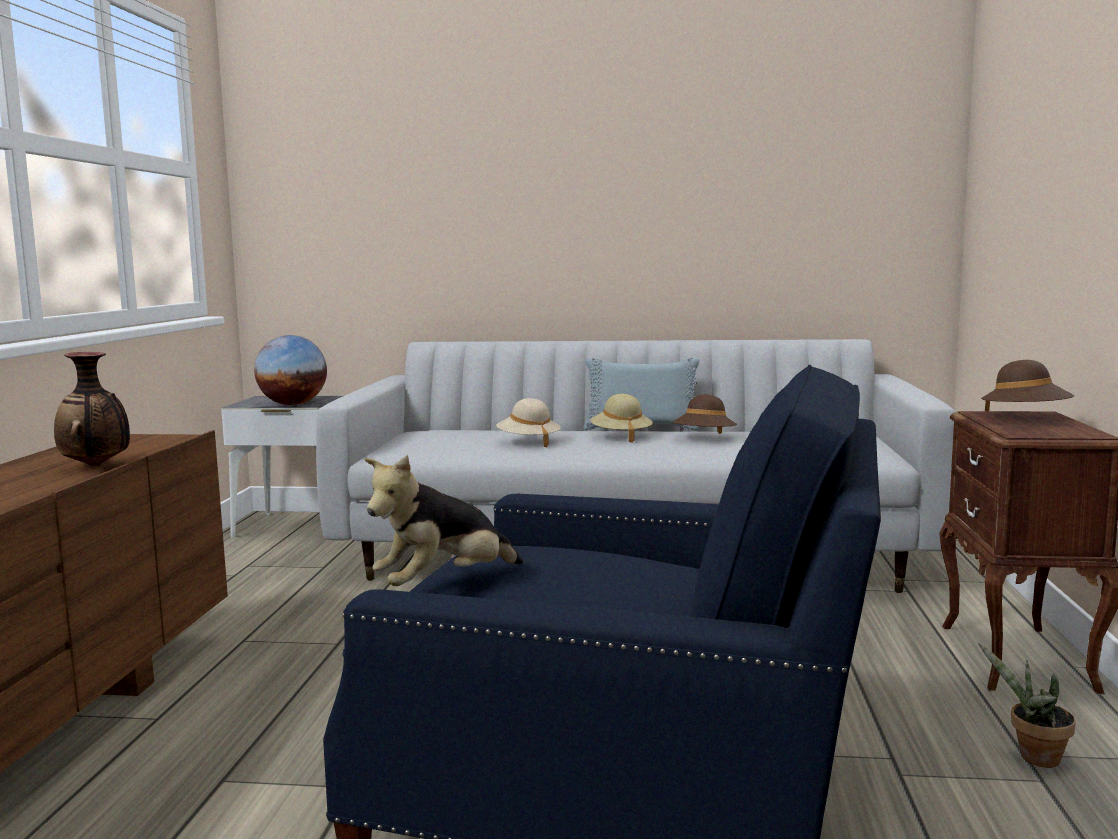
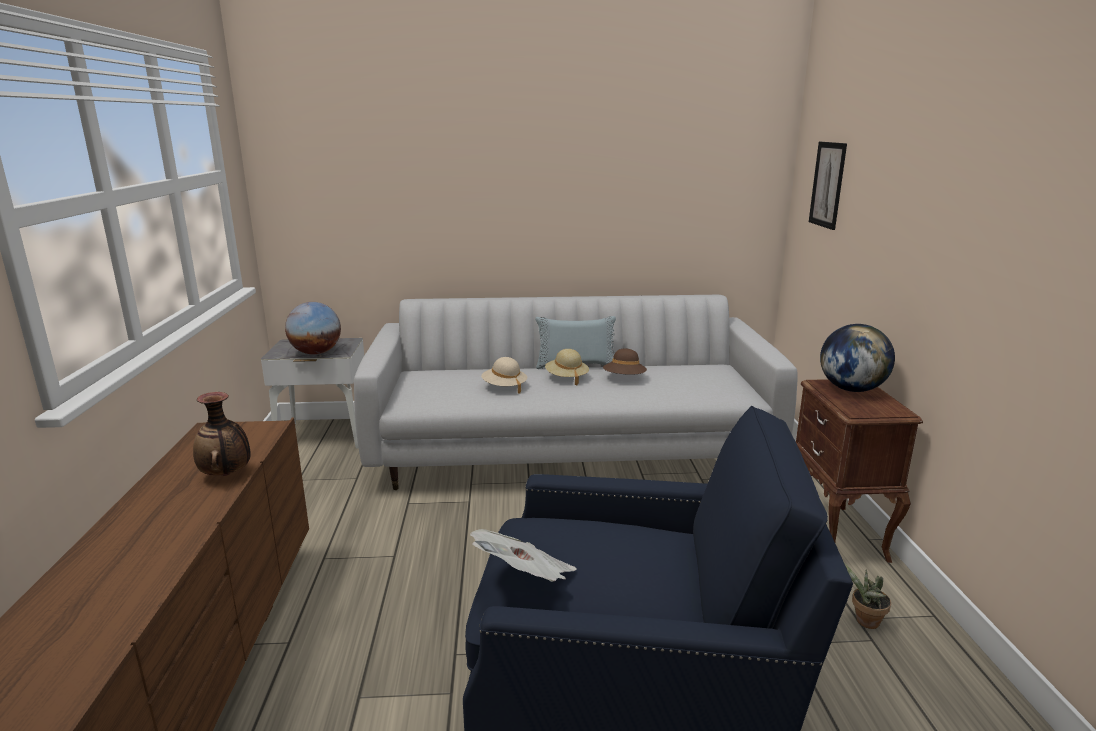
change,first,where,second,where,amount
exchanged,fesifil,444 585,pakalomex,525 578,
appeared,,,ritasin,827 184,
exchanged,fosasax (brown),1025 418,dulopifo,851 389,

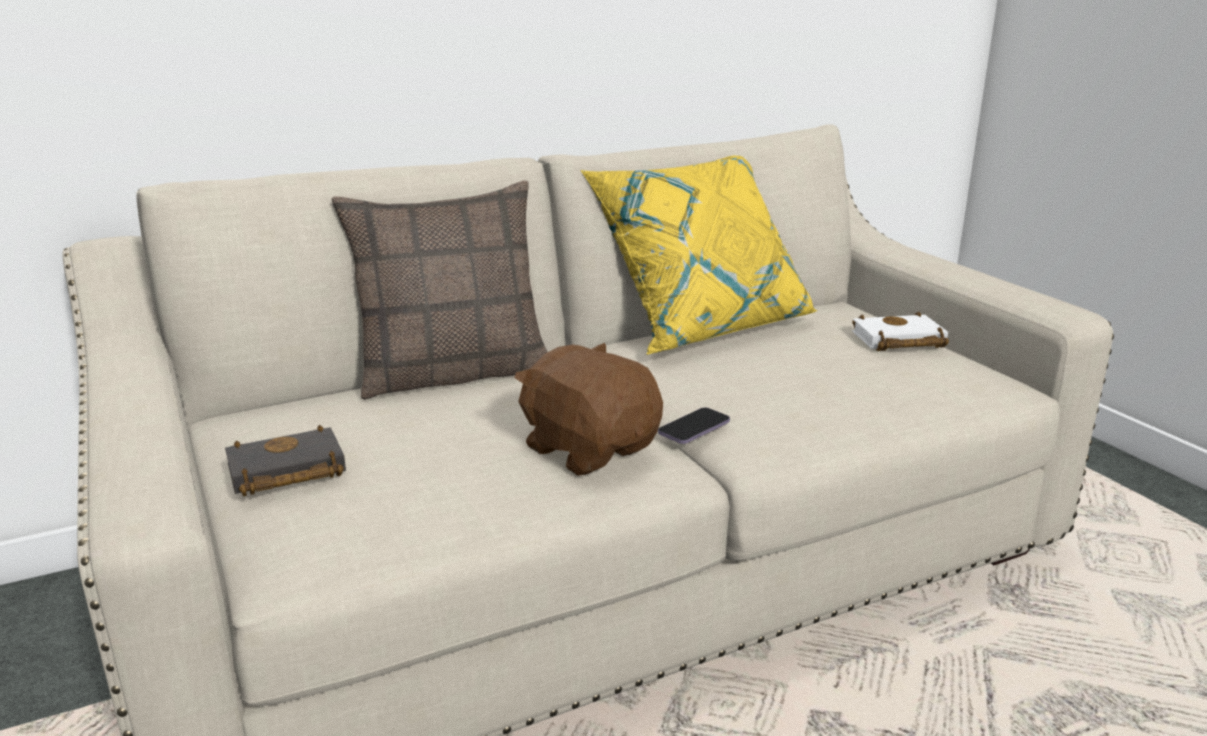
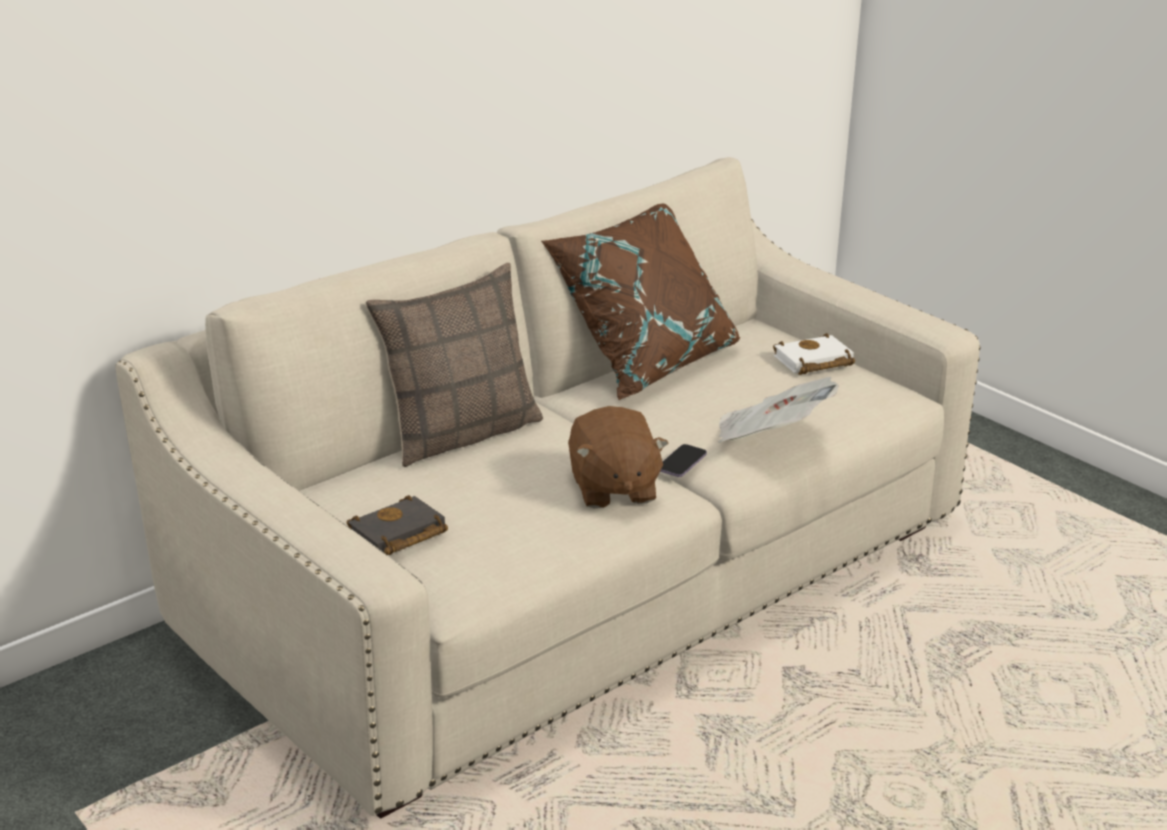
change,first,where,second,where,amount
colour,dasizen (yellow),702 326,dasizen (brown),645 362,
spun,fesifil (brown),589 449,,612 489,135 degrees counterclockwise
appeared,,,pakalomex,770 438,

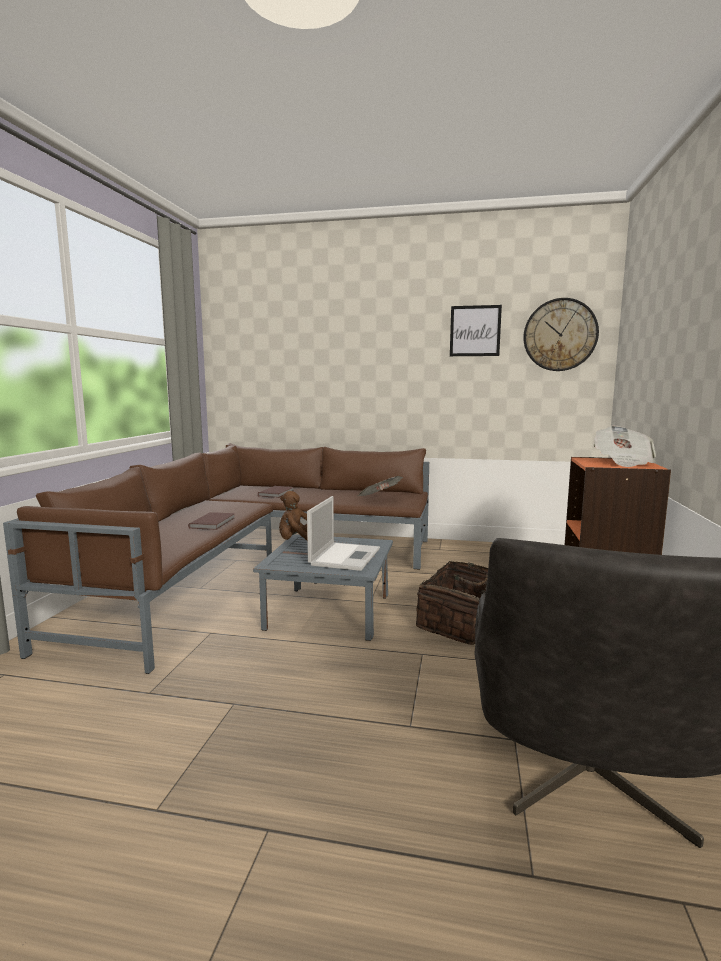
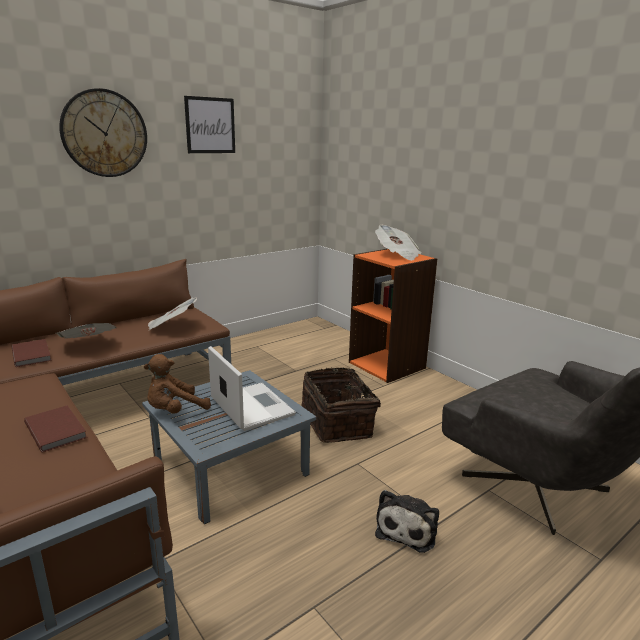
change,first,where,second,where,amount
appeared,,,pakalomex,89 345,
relocated,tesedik,560 335,,104 133,
appeared,,,fesifil,407 528,

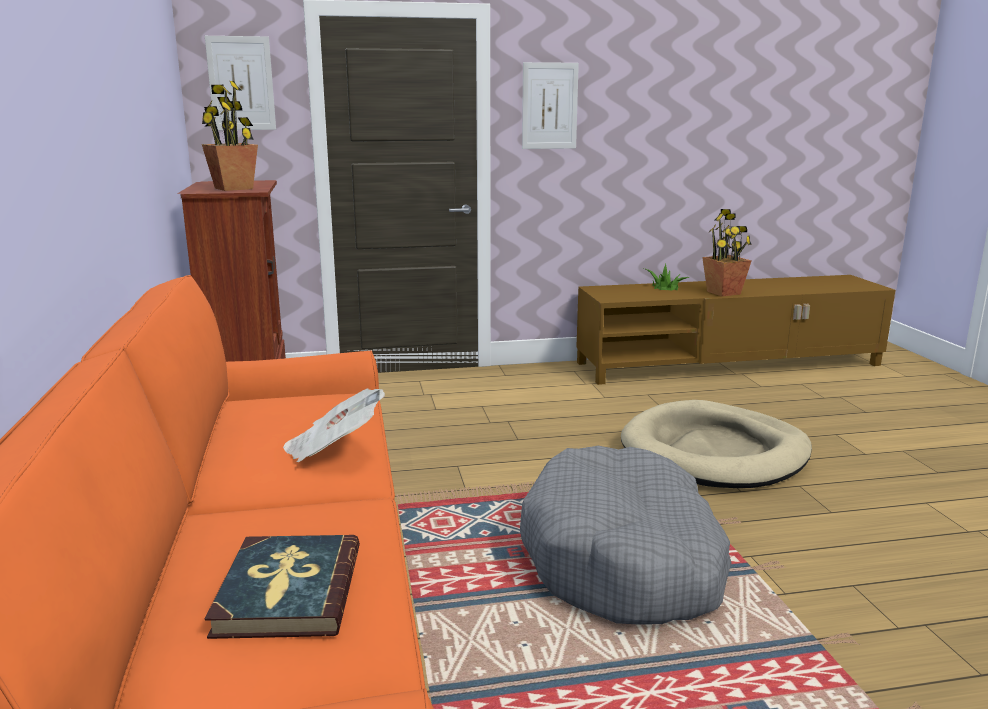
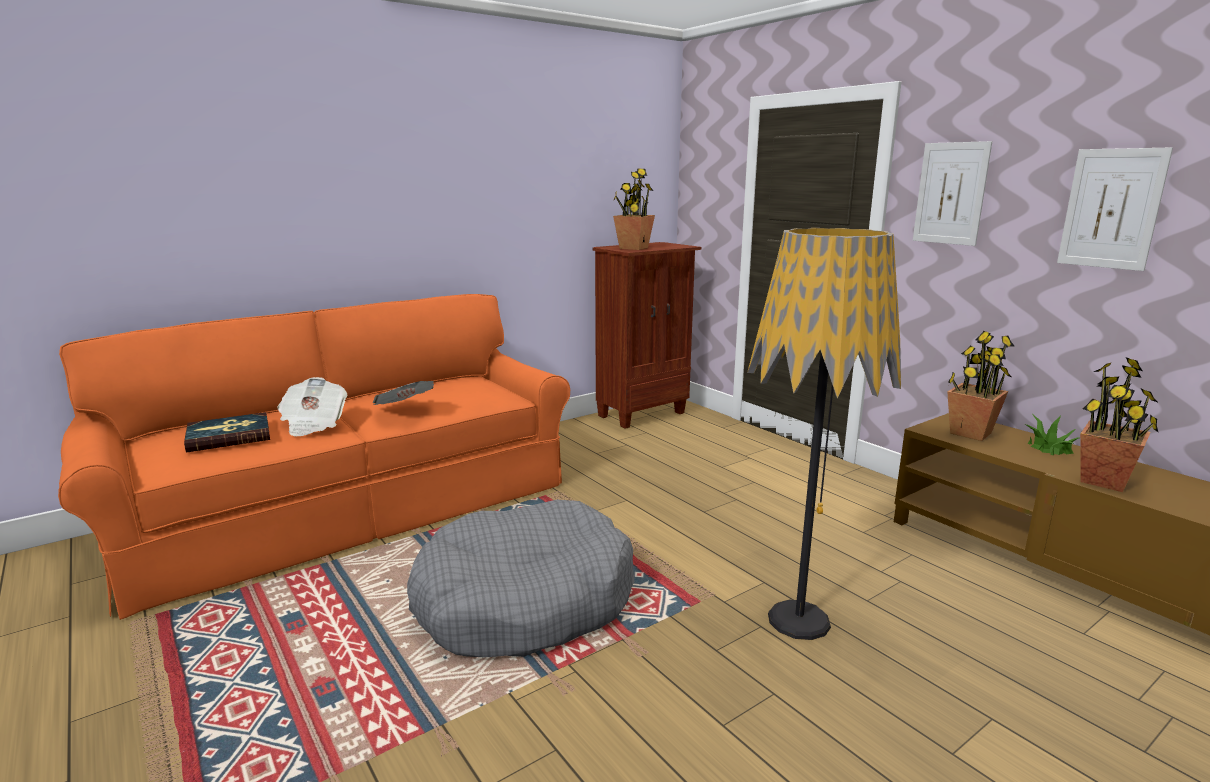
change,first,where,second,where,amount
appeared,,,pakalomex,313 424,
exchanged,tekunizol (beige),714 452,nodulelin,799 620,
appeared,,,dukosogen,970 433,
relocated,ritasin,241 83,,1111 209,

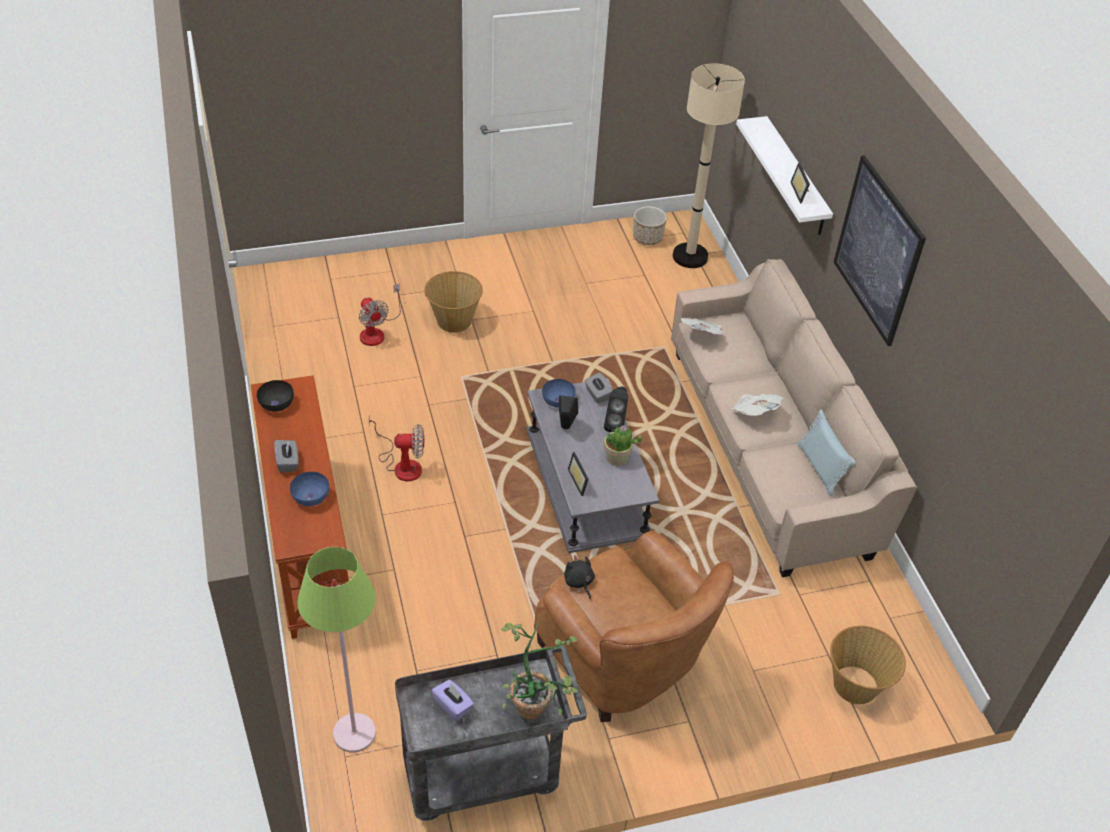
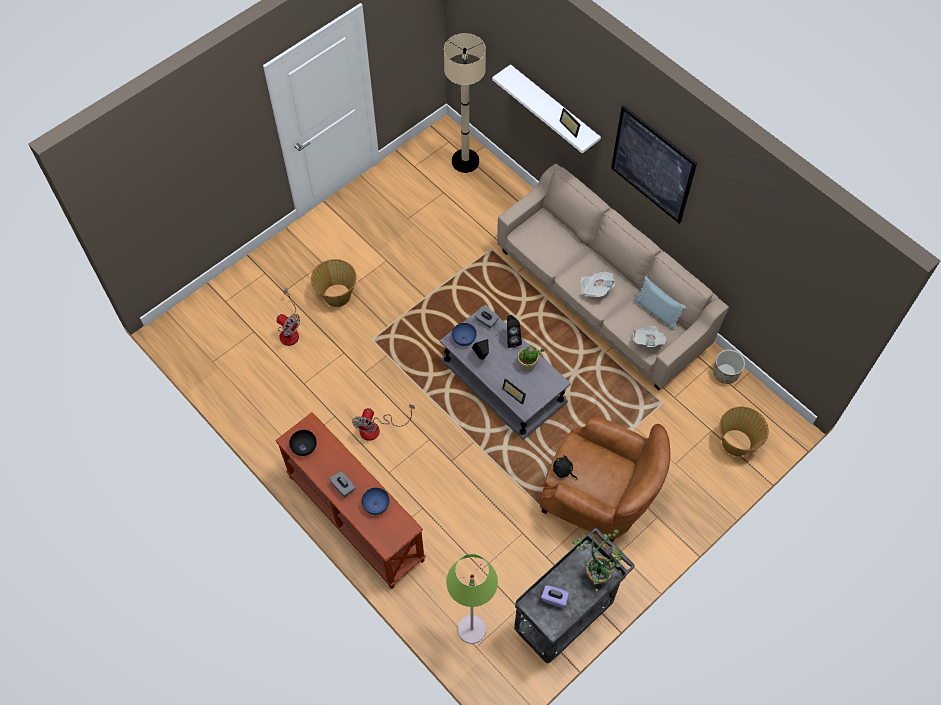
change,first,where,second,where,amount
spun,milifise,402 464,,377 428,135 degrees clockwise
relocated,pakalomex,702 335,,648 340,
relocated,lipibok,647 238,,725 373,

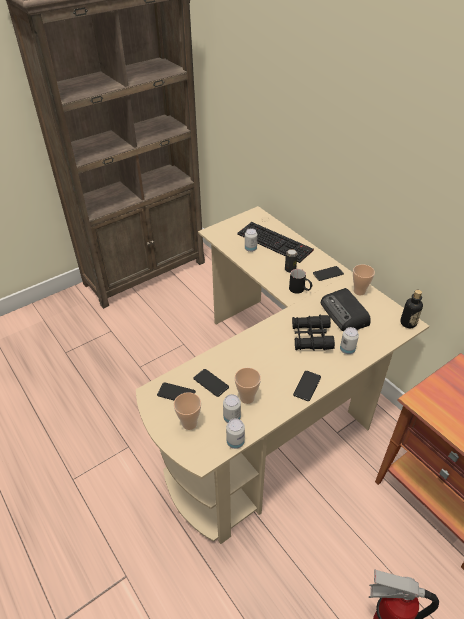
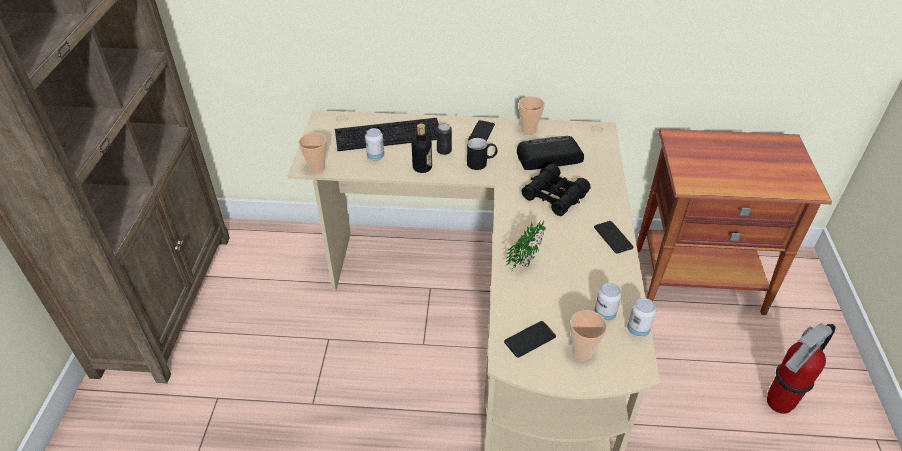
change,first,where,second,where,amount
relocated,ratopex,247 398,,317 168,
relocated,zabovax,408 323,,422 167,
appeared,,,dukosogen,527 260,
spun,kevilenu,345 314,,547 157,150 degrees clockwise
missing,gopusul,211 383,,,
missing,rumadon,347 350,,,

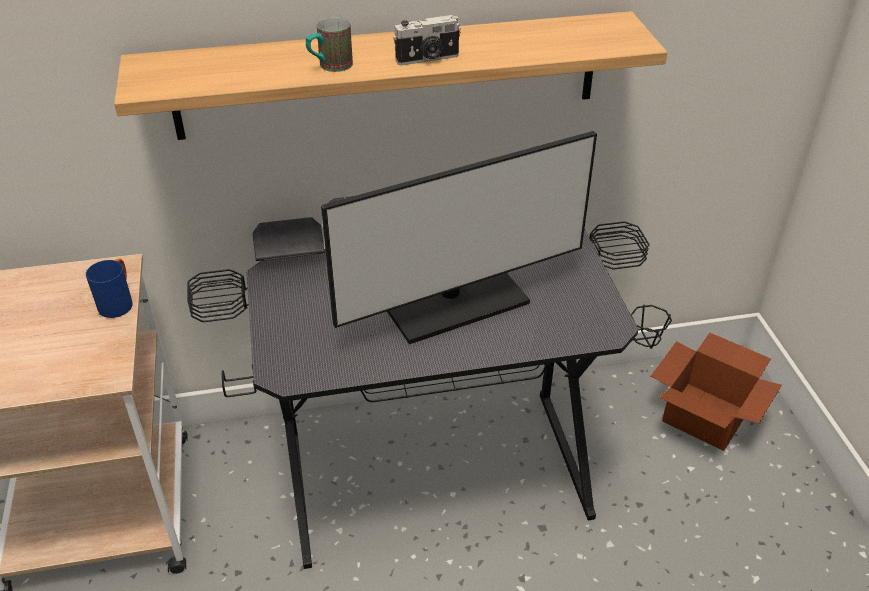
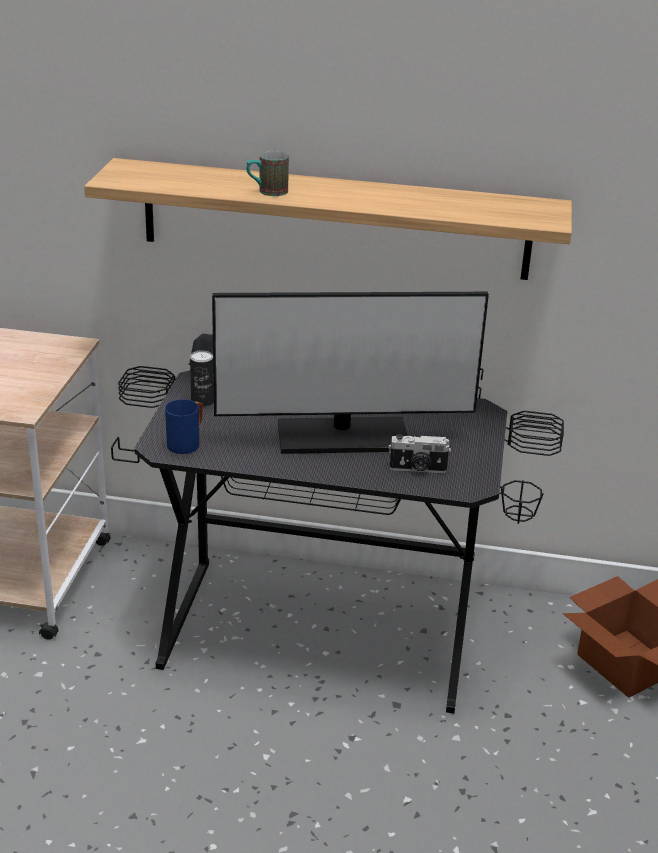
change,first,where,second,where,amount
relocated,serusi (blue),118 302,,187 443,
appeared,,,rumadon,202 402,
relocated,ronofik,428 59,,418 469,

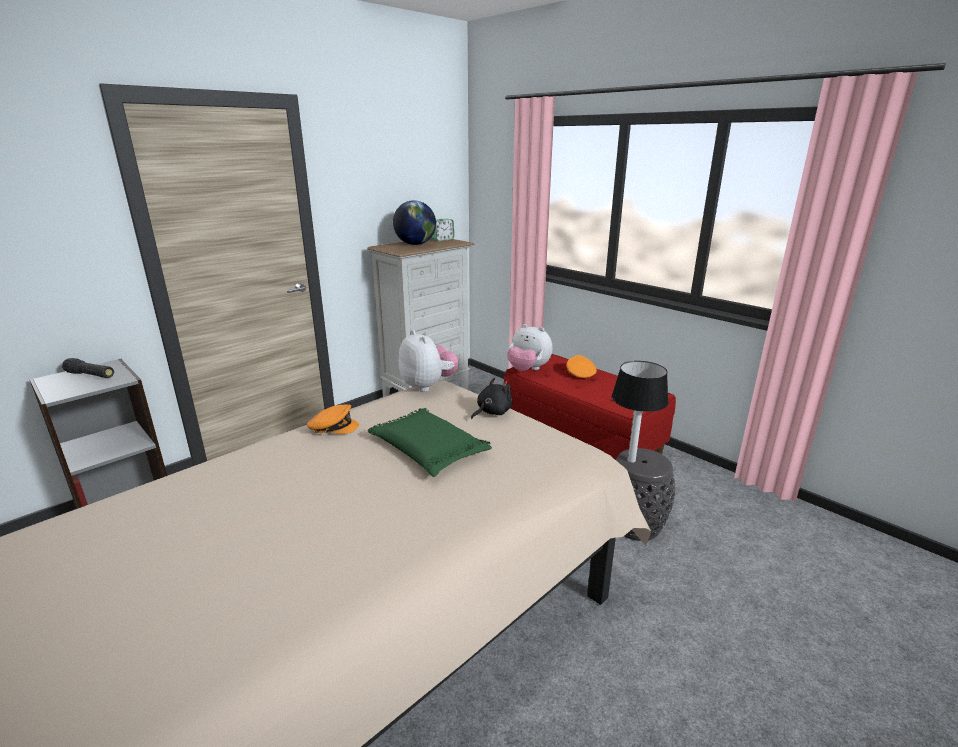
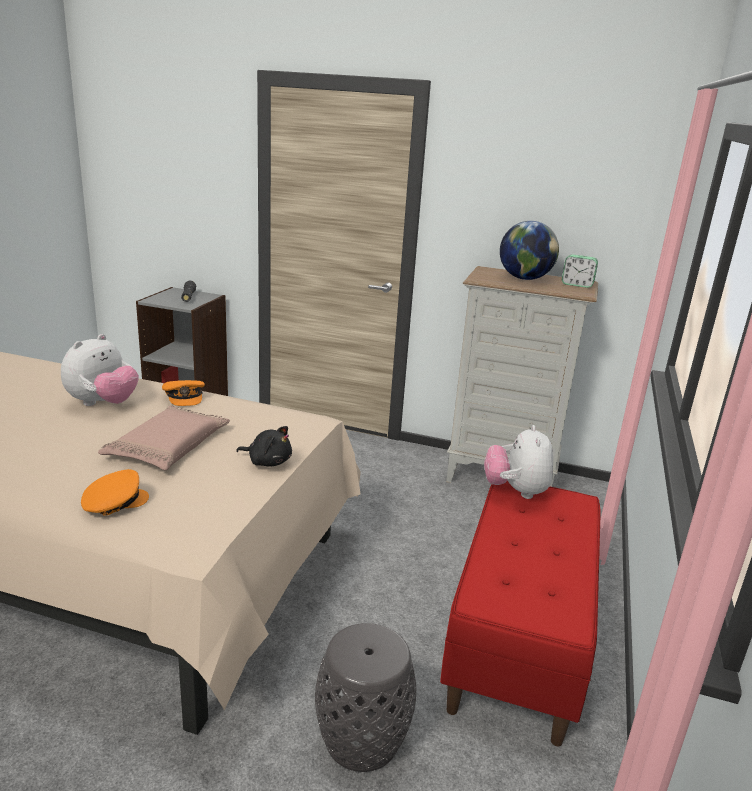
change,first,where,second,where,amount
relocated,fesifil,428 386,,102 403,
relocated,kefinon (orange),580 374,,114 503,
colour,dasizen (green),428 447,dasizen (beige),168 444,
missing,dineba,631 461,,,

